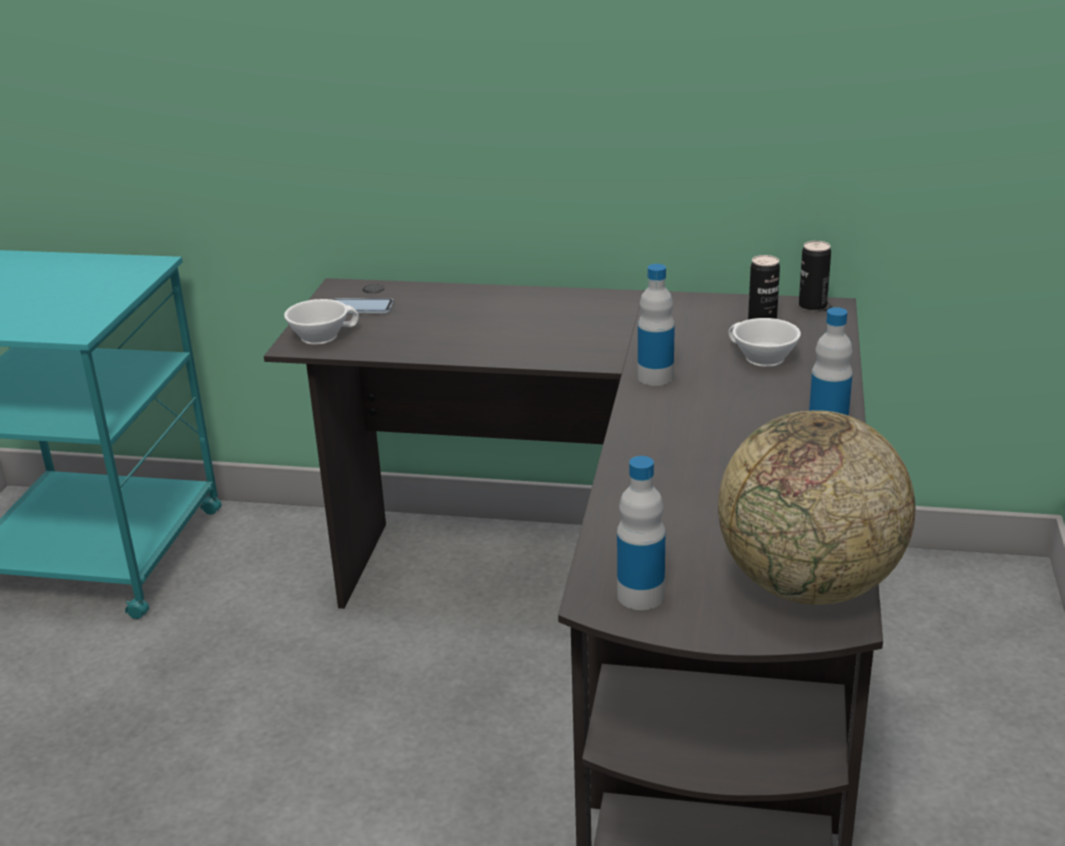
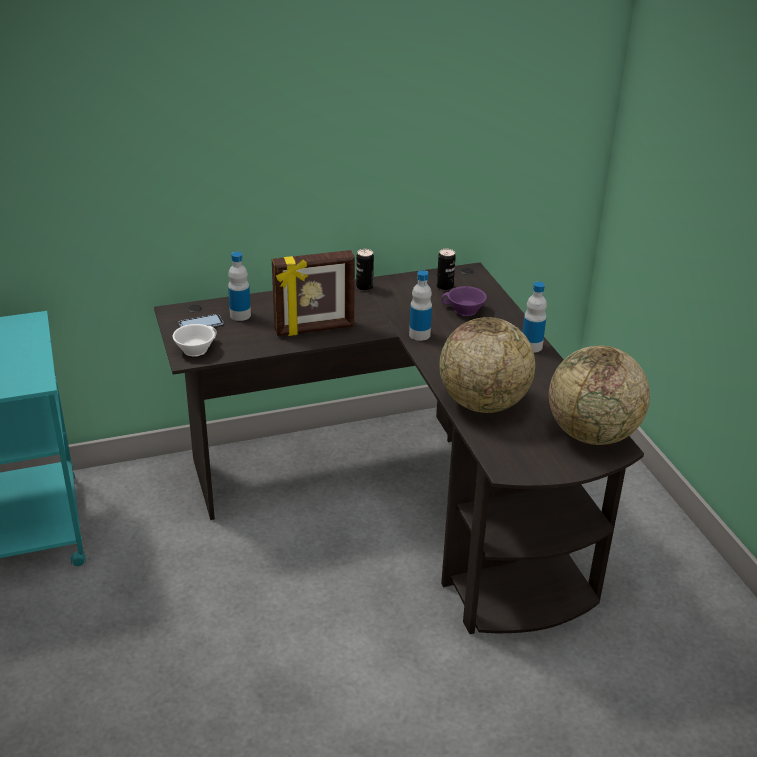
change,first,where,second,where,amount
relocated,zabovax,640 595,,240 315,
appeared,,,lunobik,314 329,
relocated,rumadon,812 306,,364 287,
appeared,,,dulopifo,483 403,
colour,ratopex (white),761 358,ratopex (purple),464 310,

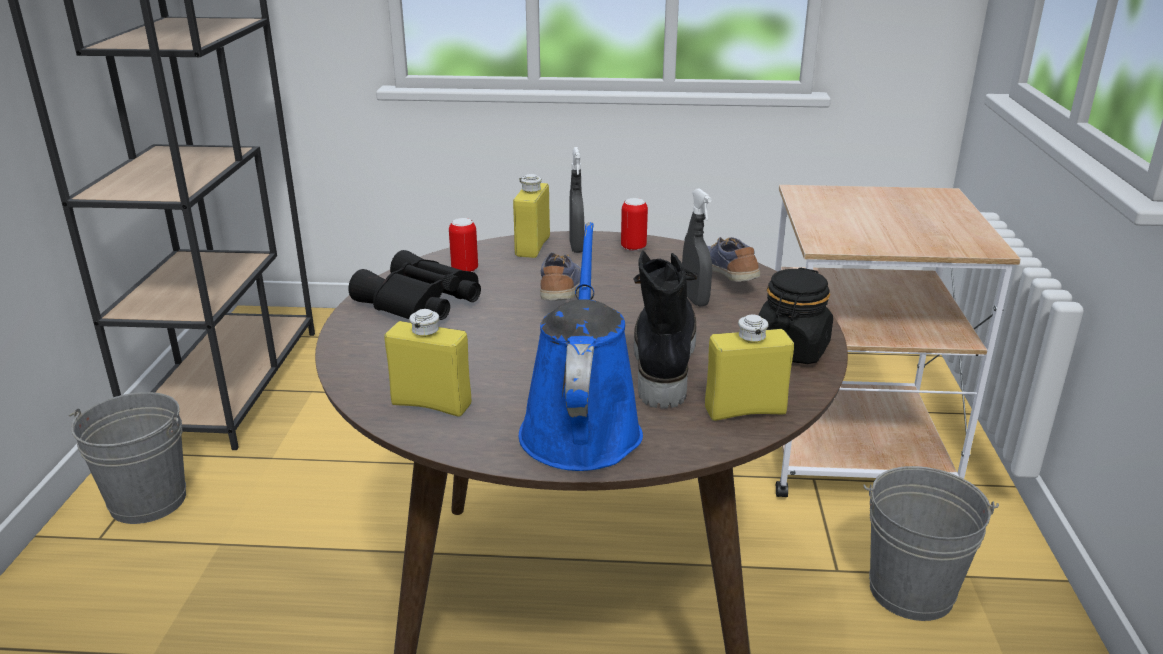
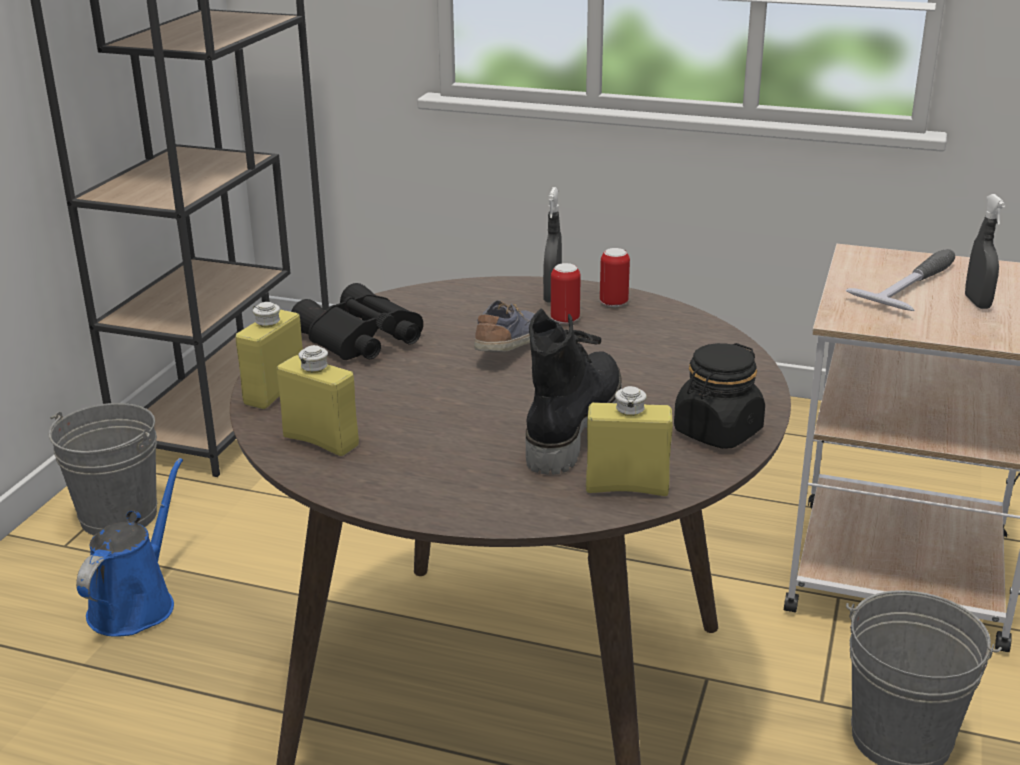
change,first,where,second,where,amount
relocated,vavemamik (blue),581 426,,136 604,
relocated,zabovax (yellow),532 247,,275 392,
relocated,rumadon,465 270,,565 320,
appeared,,,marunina,915 285,
relocated,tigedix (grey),694 299,,977 302,
missing,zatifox,727 275,,,

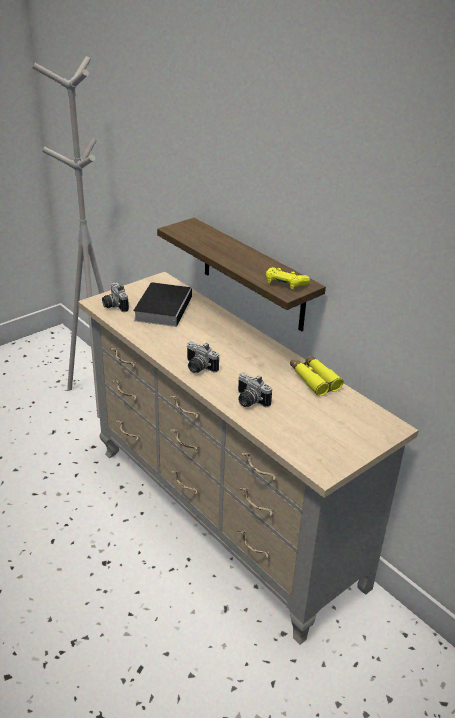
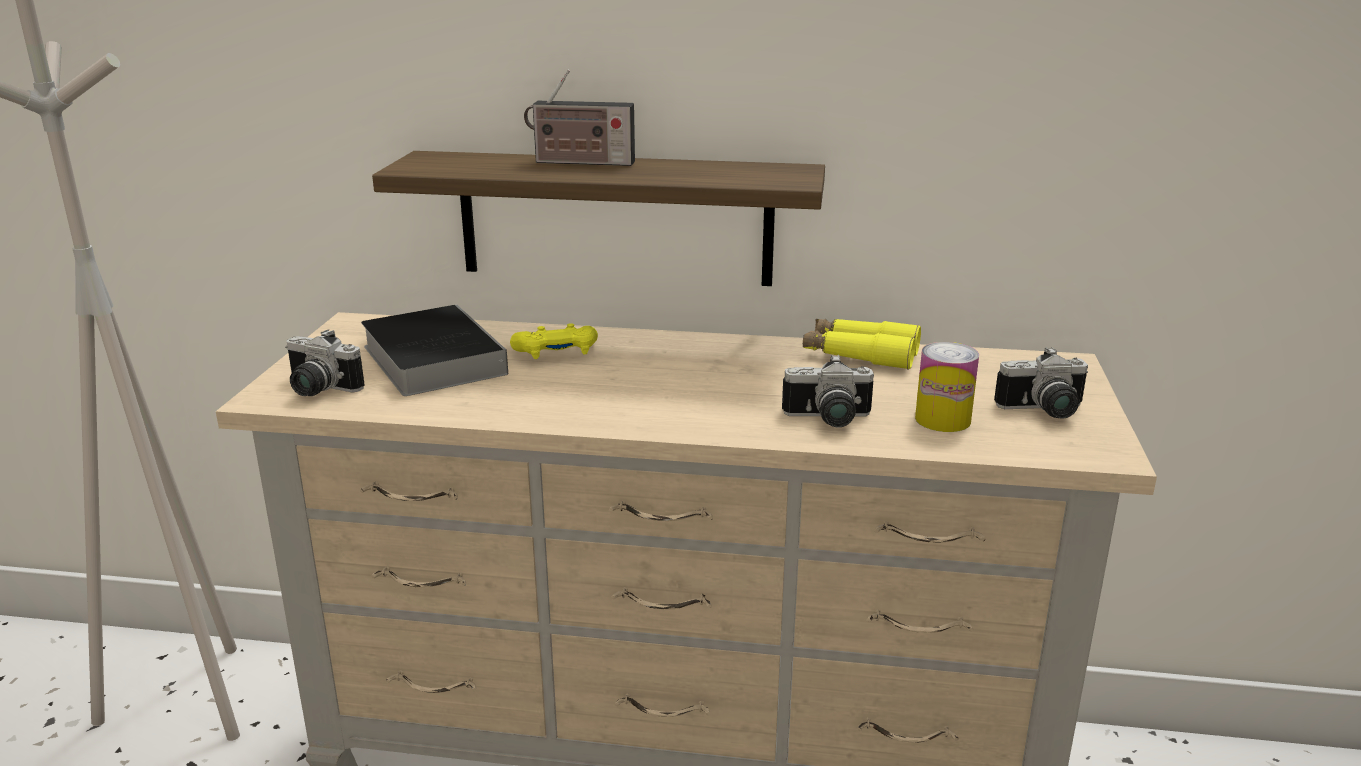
change,first,where,second,where,amount
relocated,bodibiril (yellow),285 284,,557 353,
appeared,,,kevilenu,579 162,
appeared,,,rumadon,942 419,
relocated,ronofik,198 368,,1044 411,

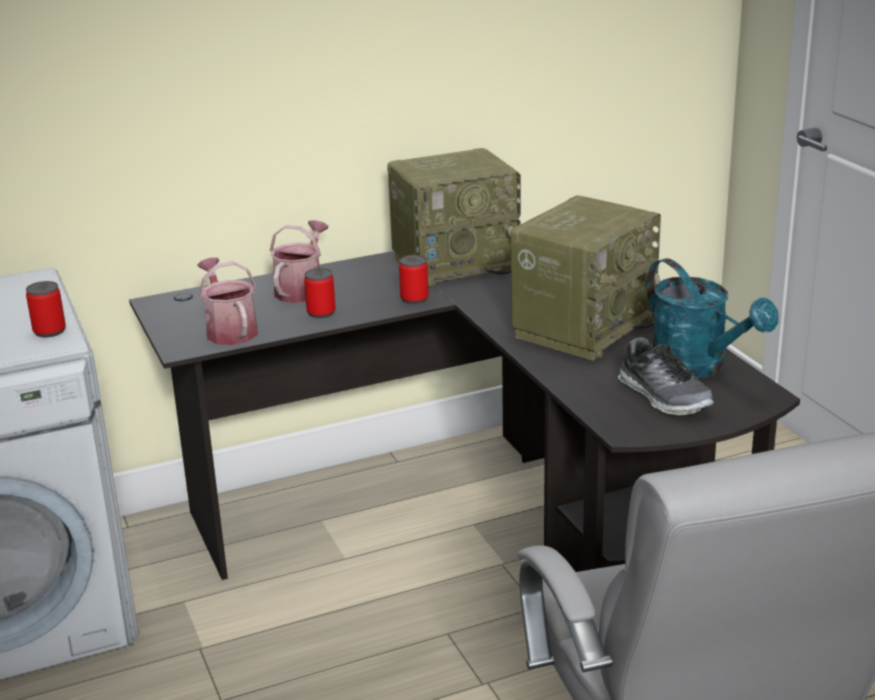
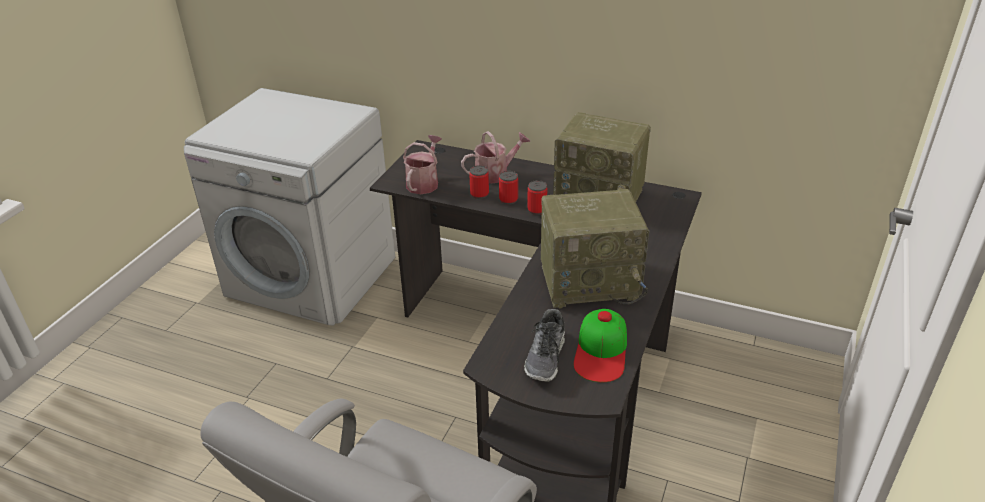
change,first,where,second,where,amount
relocated,rumadon,49 331,,508 200,
exchanged,vavemamik (turquoise),698 367,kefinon,601 351,

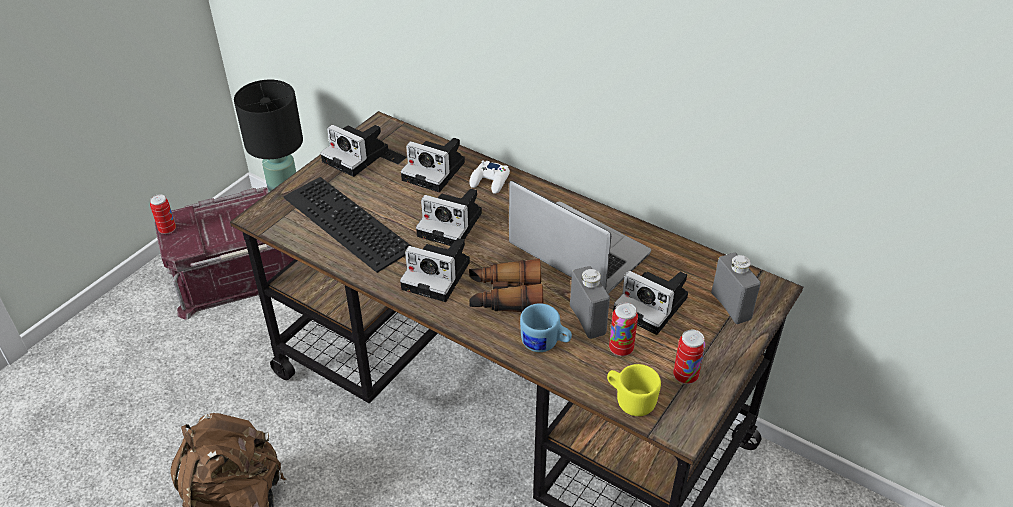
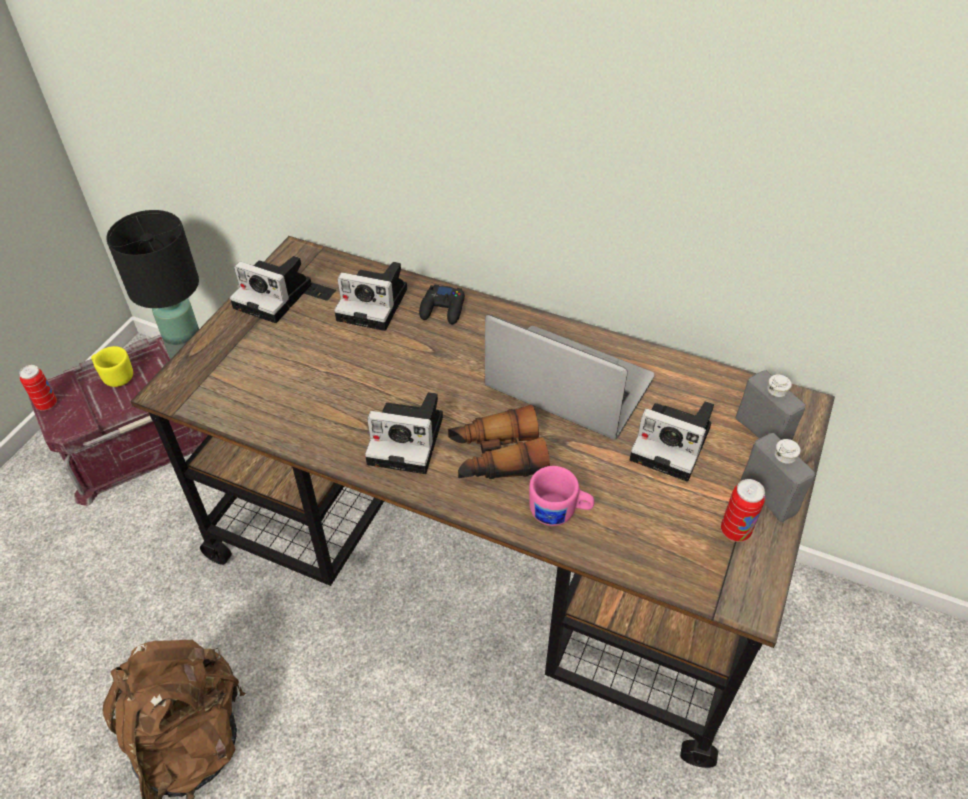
change,first,where,second,where,amount
relocated,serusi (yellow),630 400,,115 376,
colour,bodibiril (white),490 181,bodibiril (black),443 309,
colour,serusi (blue),545 344,serusi (pink),559 513,
relocated,zabovax (grey),587 320,,768 496,
missing,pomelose,343 223,,,
missing,ronofik,452 224,,,
missing,rumadon,621 349,,,

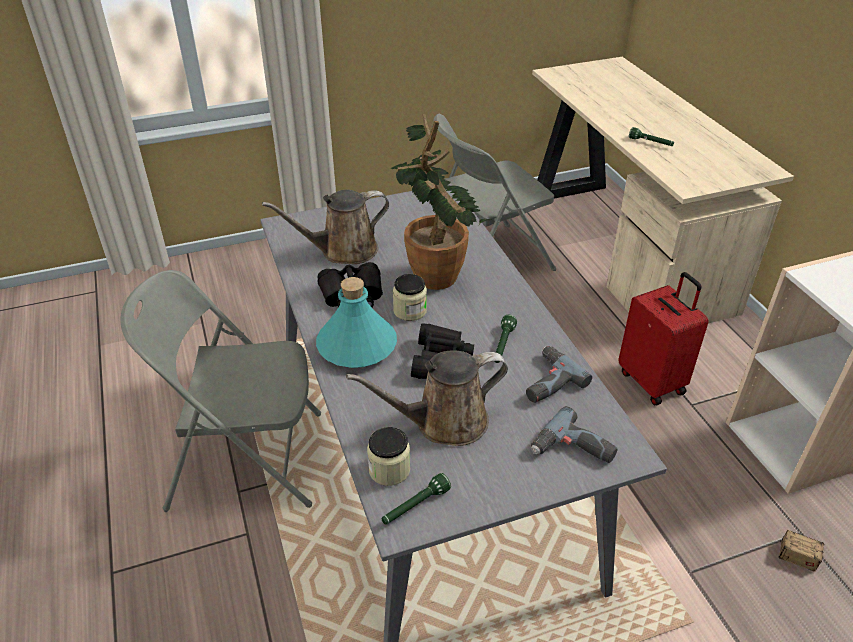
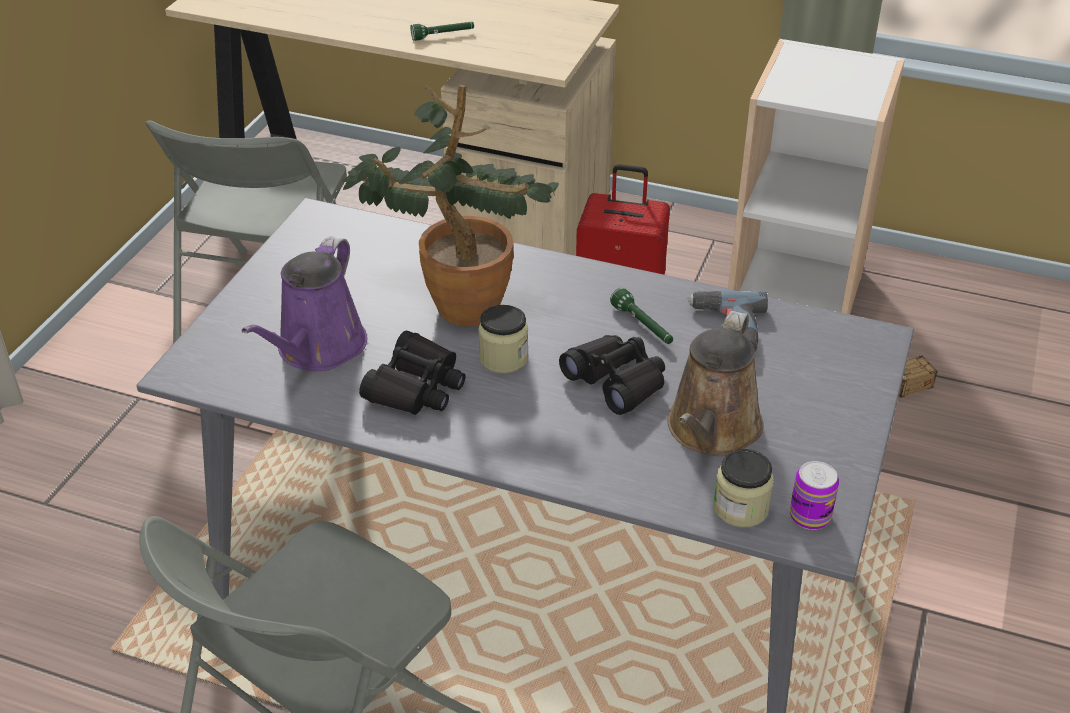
change,first,where,second,where,amount
colour,vavemamik (brown),343 251,vavemamik (purple),317 349,
exchanged,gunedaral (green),415 506,rumadon,810 516,
missing,zabovax (turquoise),357 345,,,
missing,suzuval,573 451,,,

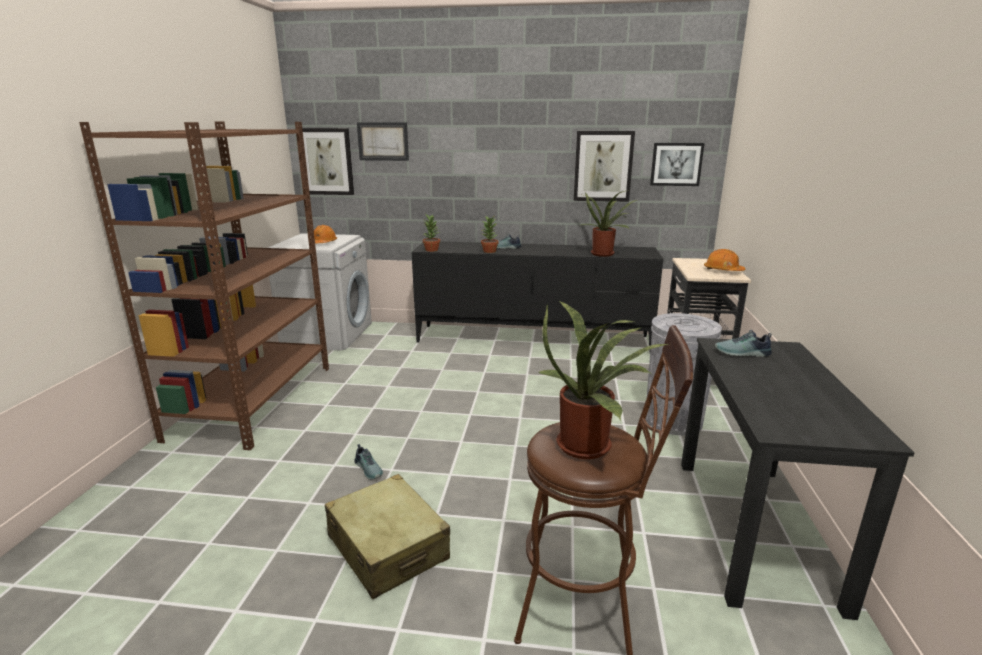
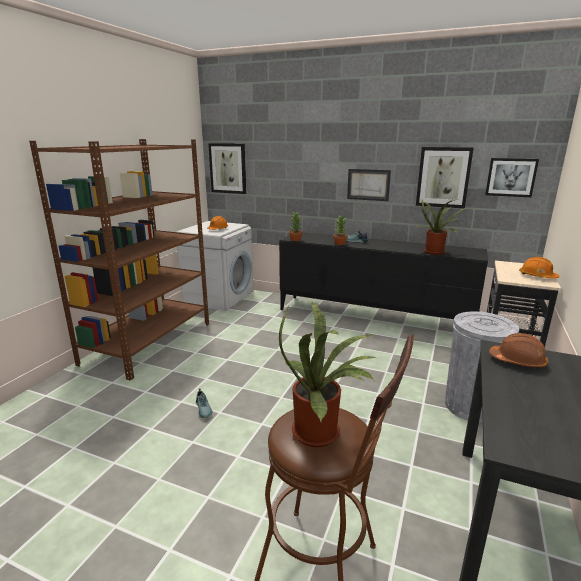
change,first,where,second,where,amount
relocated,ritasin,383 141,,368 184,
exchanged,zatifox,742 353,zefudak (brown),517 361,
missing,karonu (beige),388 548,,,

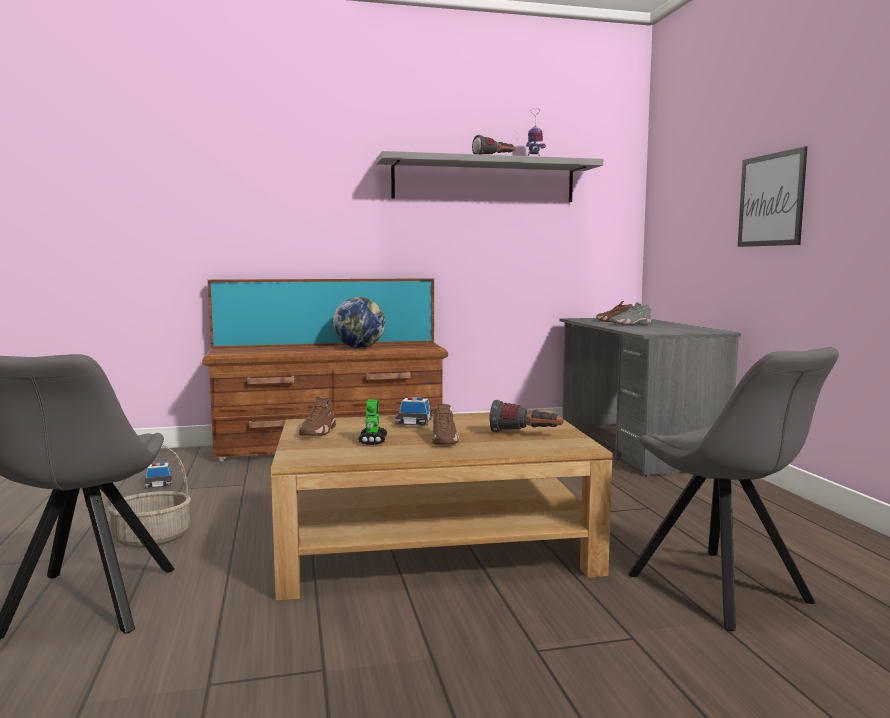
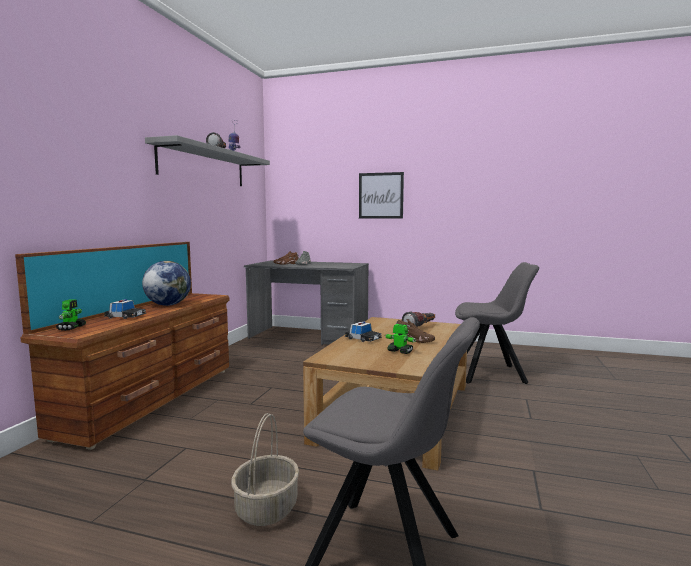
change,first,where,second,where,amount
appeared,,,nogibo,71 328,
relocated,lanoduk,158 483,,125 316,
missing,zatifox (brown),319 431,,,

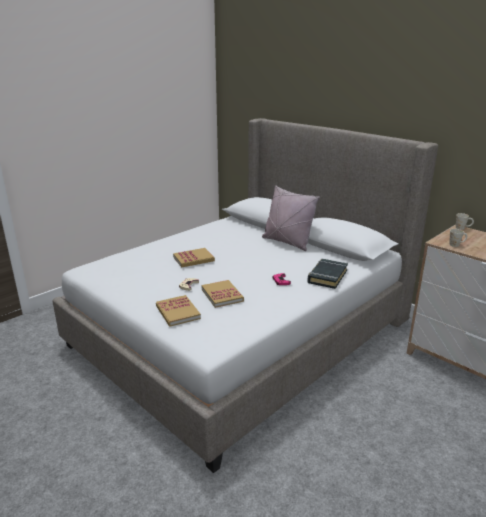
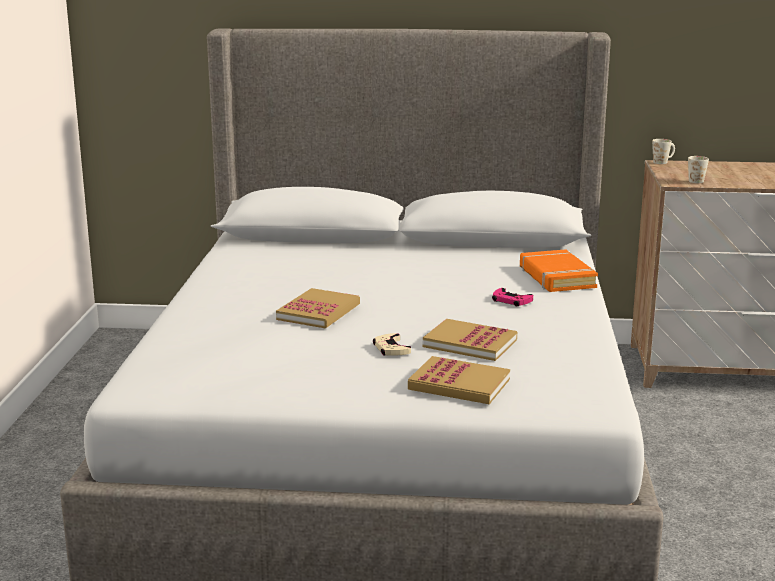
change,first,where,second,where,amount
colour,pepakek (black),327 276,pepakek (orange),556 277,
missing,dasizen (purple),287 242,,,

